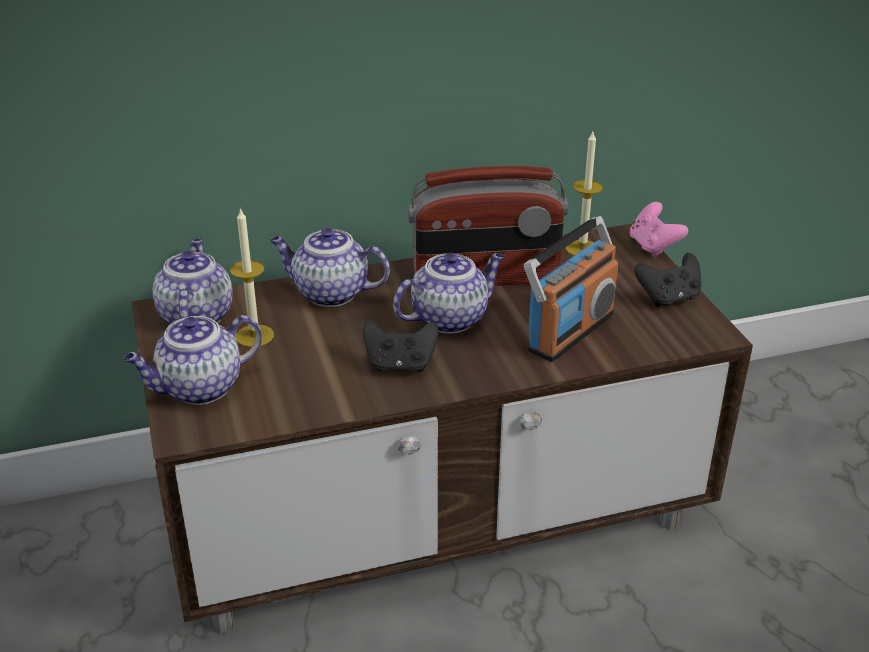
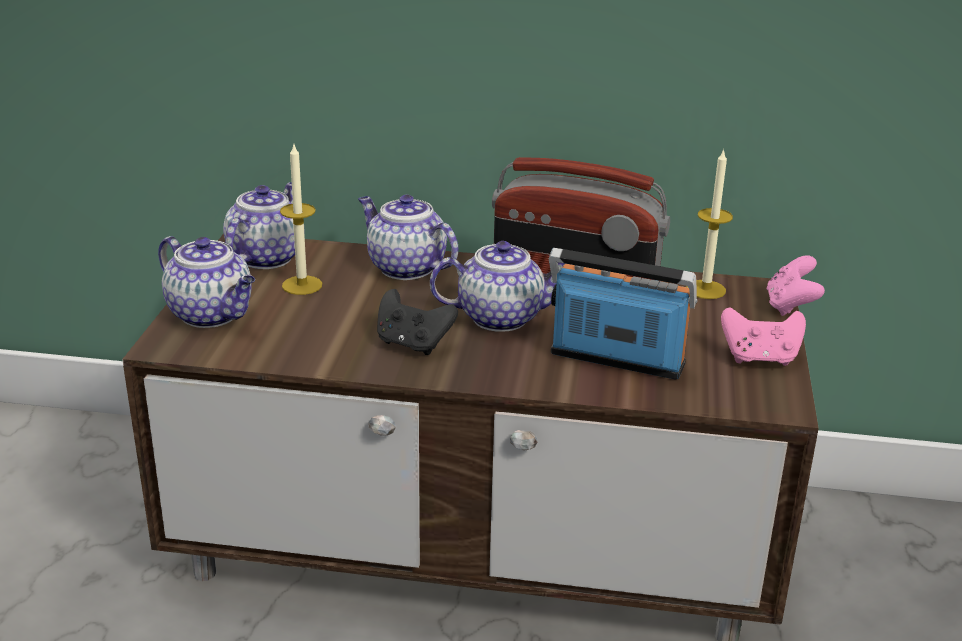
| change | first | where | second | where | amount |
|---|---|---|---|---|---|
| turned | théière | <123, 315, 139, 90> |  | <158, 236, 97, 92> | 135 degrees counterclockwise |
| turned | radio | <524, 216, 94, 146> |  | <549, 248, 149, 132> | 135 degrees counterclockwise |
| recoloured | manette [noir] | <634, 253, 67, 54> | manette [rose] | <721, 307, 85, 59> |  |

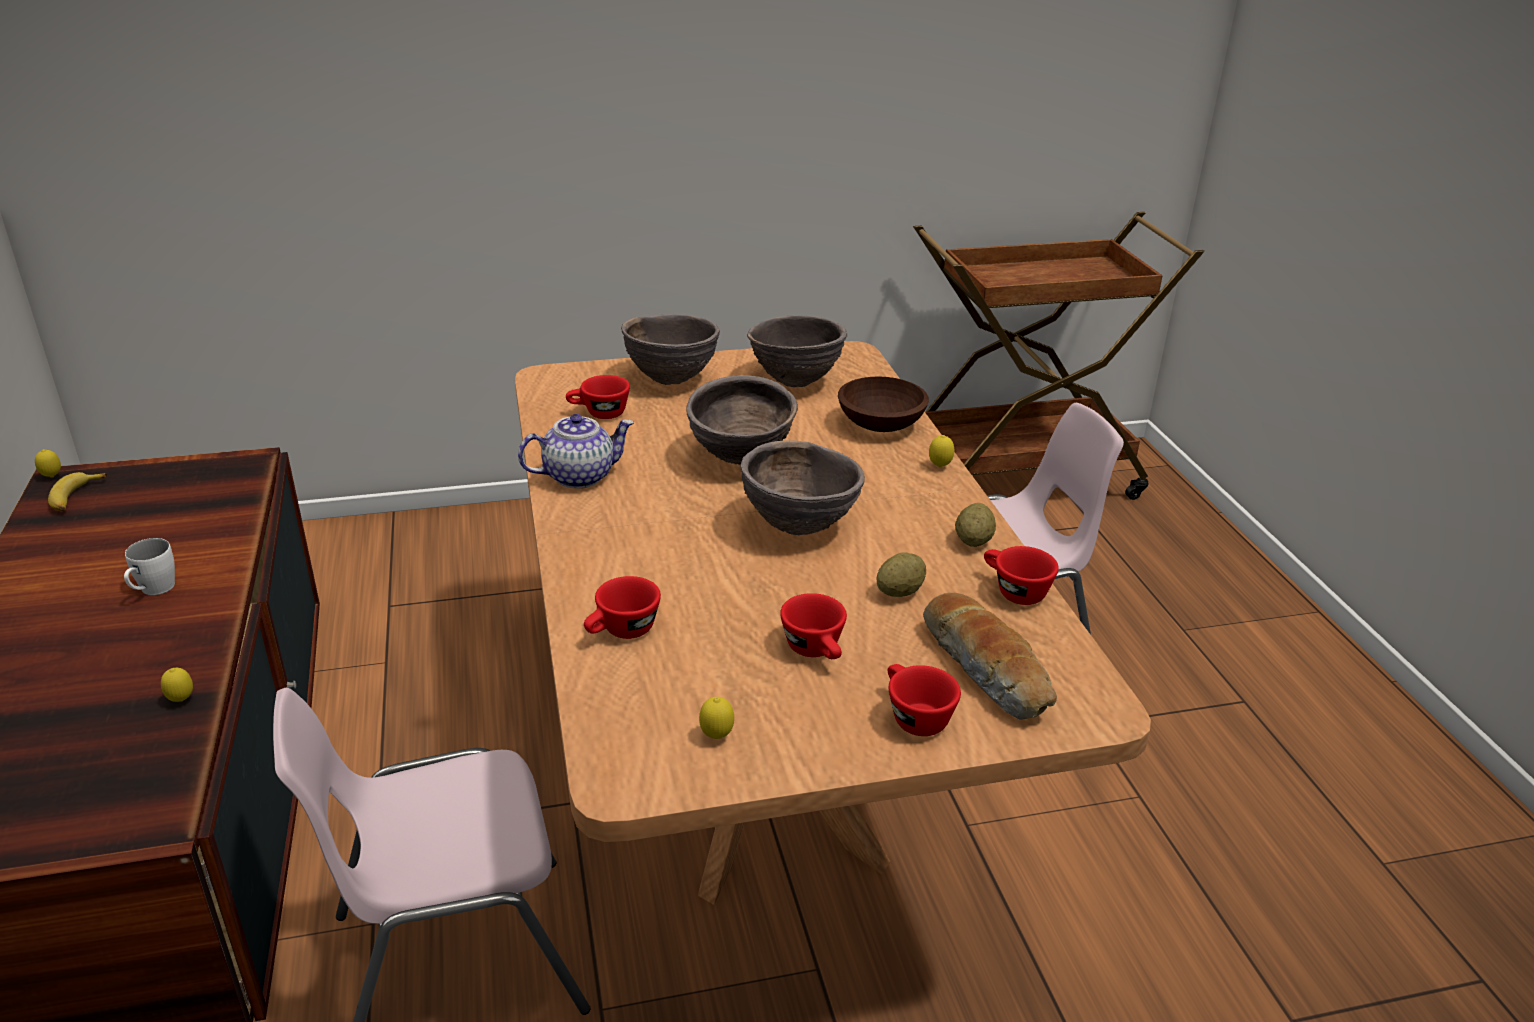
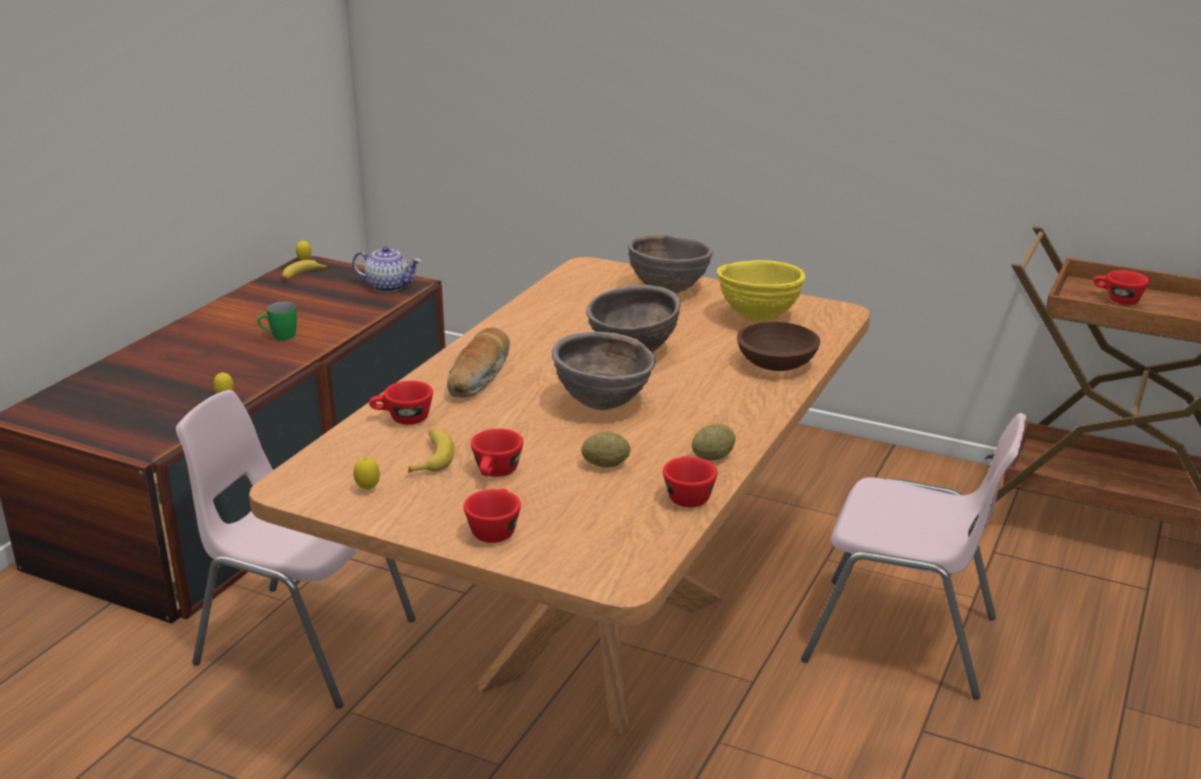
| change | first | where | second | where | amount |
|---|---|---|---|---|---|
| recoloured | mug [blanc] | <124, 538, 51, 57> | mug [vert] | <257, 302, 40, 39> |  |
| moved | théière | <518, 414, 116, 74> |  | <352, 246, 69, 47> |  |
| added |  |  | banane | <408, 429, 47, 44> |  |
| moved | pain | <923, 593, 134, 127> |  | <447, 328, 63, 70> |  |
| recoloured | bol [marron] | <747, 315, 100, 72> | bol [jaune] | <716, 260, 89, 63> |  |
| moved | tasse [rouge] | <566, 375, 64, 44> |  | <1093, 270, 56, 35> |  |
| removed | citron | <929, 435, 25, 33> |  |  |  |

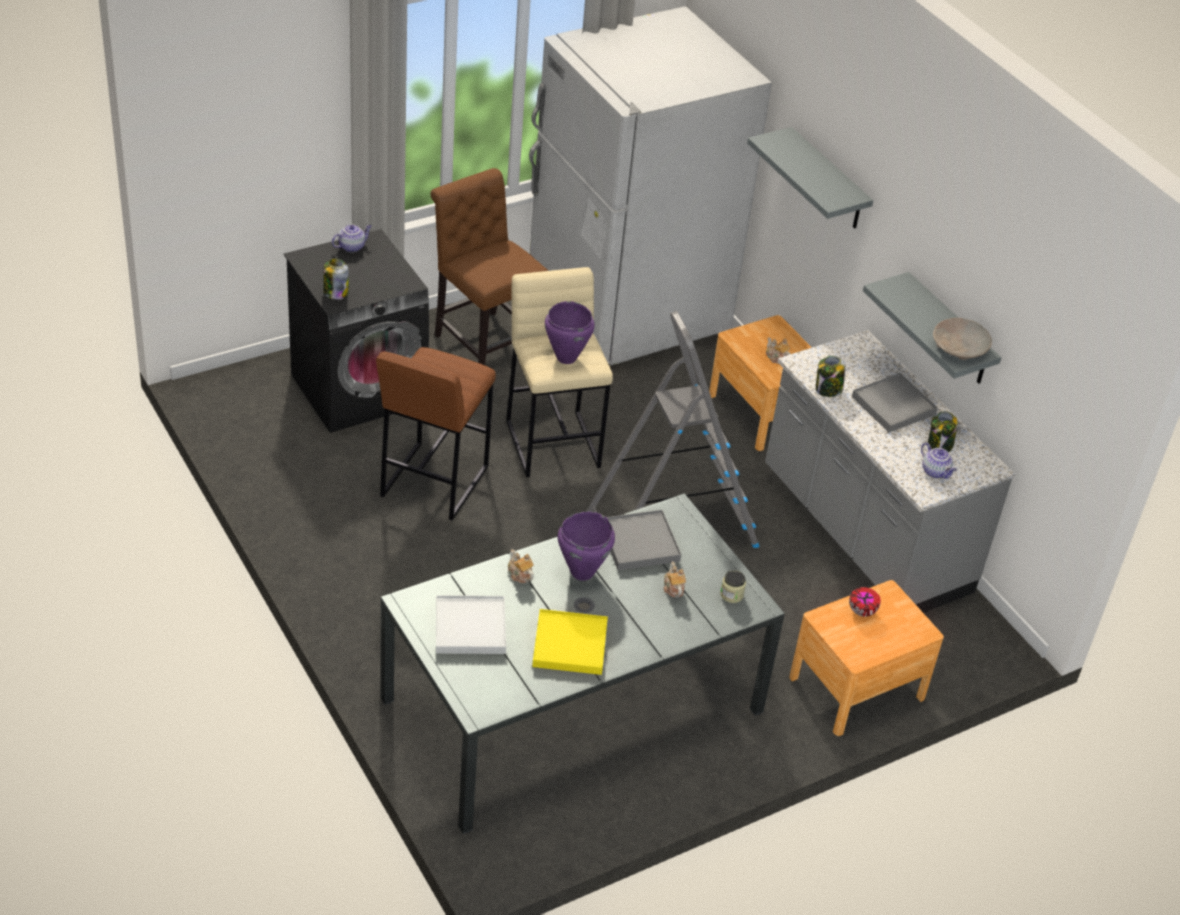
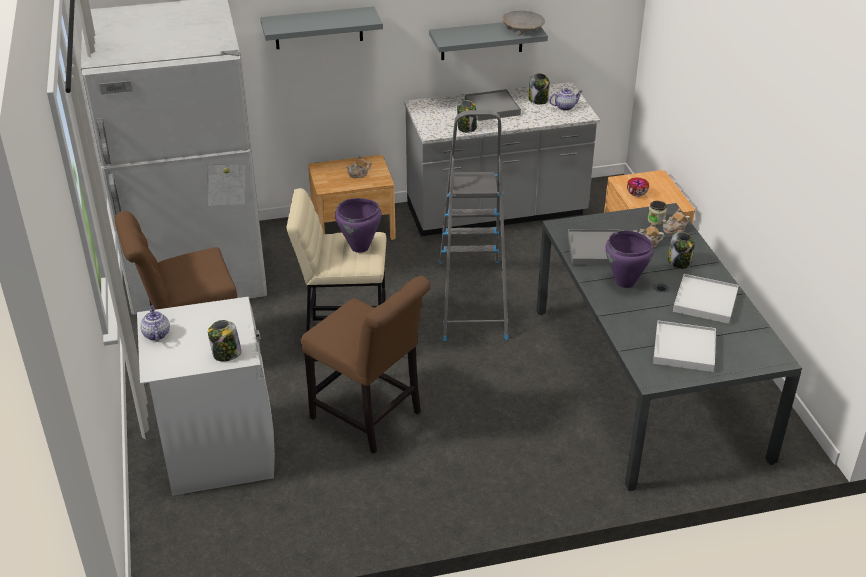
| change | first | where | second | where | amount |
|---|---|---|---|---|---|
| recoloured | lave-linge [noir] | <284, 229, 145, 204> | lave-linge [blanc] | <137, 297, 138, 199> |  |
| replaced | tabouret [marron] | <376, 347, 120, 173> | chaise [marron] | <301, 276, 129, 177> |  |
| moved | théière | <508, 549, 26, 34> |  | <662, 208, 28, 26> |  |
| added |  |  | bocal | <668, 232, 27, 37> |  |
| recoloured | plateau [jaune] | <532, 609, 76, 66> | plateau [blanc] | <673, 274, 66, 50> |  |

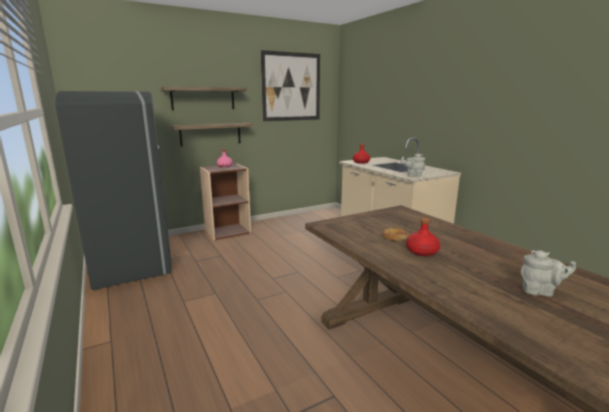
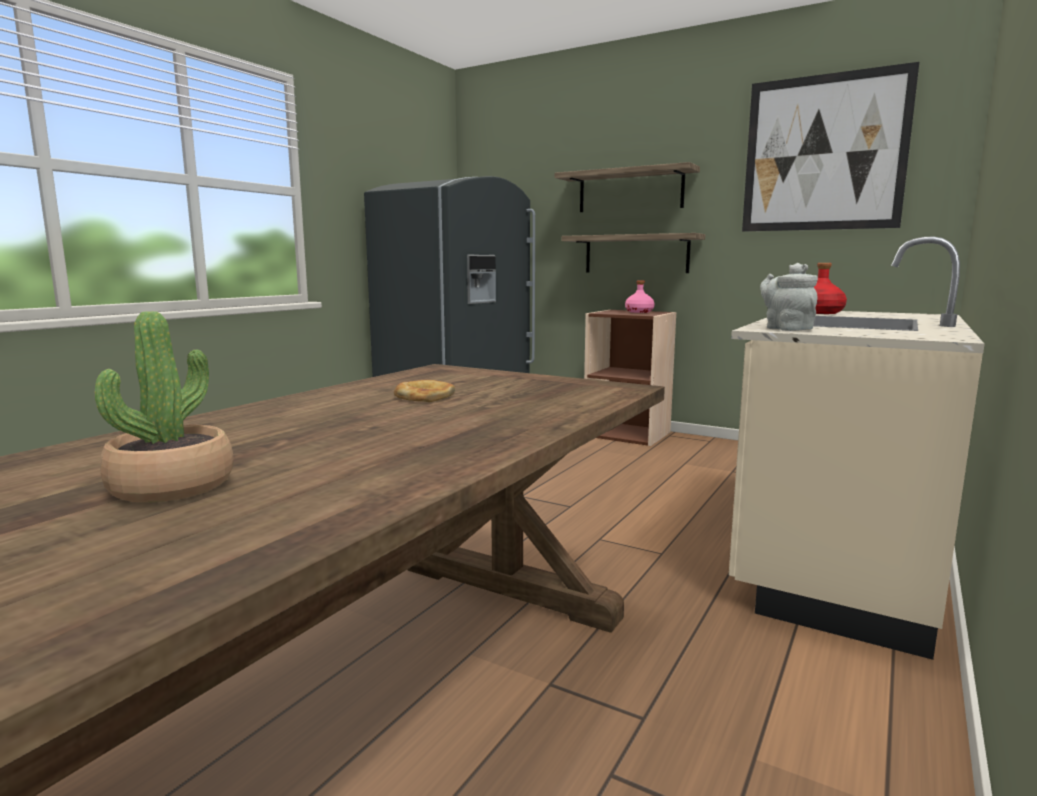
| change | first | where | second | where | amount |
|---|---|---|---|---|---|
| replaced | théière [gris] | <521, 250, 55, 46> | plante en pot | <95, 311, 139, 191> |  |
| removed | bouteille [rouge] | <406, 218, 34, 38> |  |  |  |

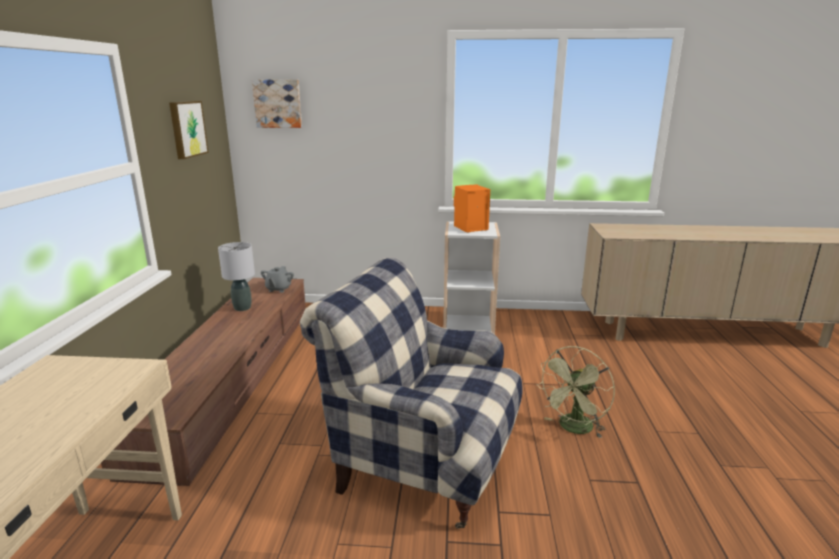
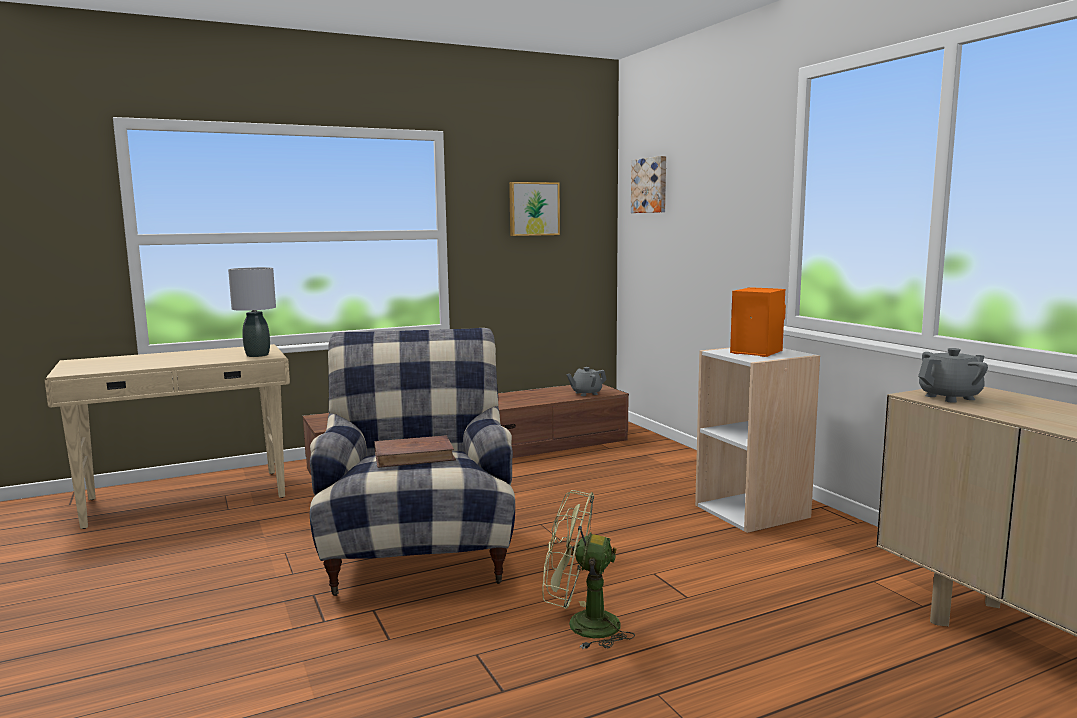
| change | first | where | second | where | amount |
|---|---|---|---|---|---|
| moved | lampe de table [gris] | <218, 242, 37, 69> |  | <228, 267, 48, 90> |  |
| added |  |  | livre [marron] | <374, 435, 82, 33> |  |
| added |  |  | théière [gris] | <918, 348, 70, 55> |  |

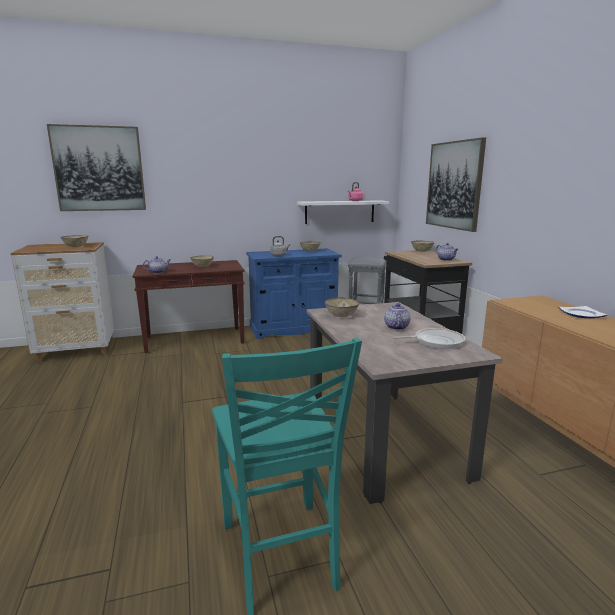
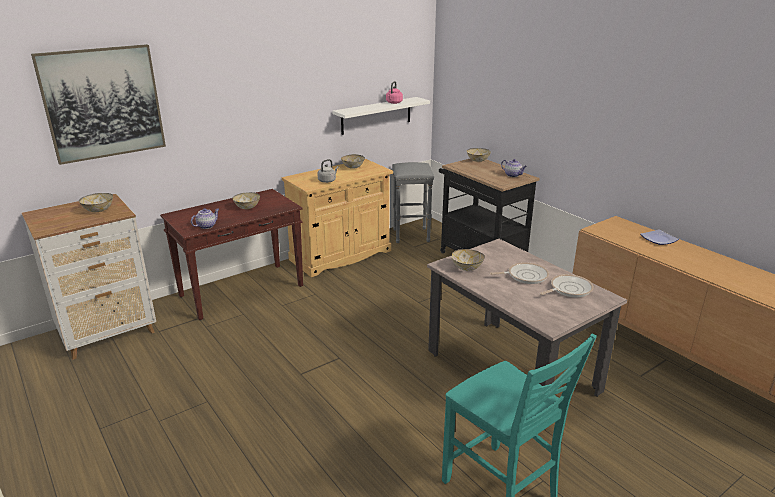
| change | first | where | second | where | amount |
|---|---|---|---|---|---|
| recoloured | meuble de rangement [bleu] | <246, 248, 96, 91> | meuble de rangement [beige] | <282, 159, 111, 118> |  |
| replaced | théière | <384, 303, 27, 27> | poêle | <489, 262, 60, 22> |  |
| removed | tableau | <426, 137, 60, 95> |  |  |  |

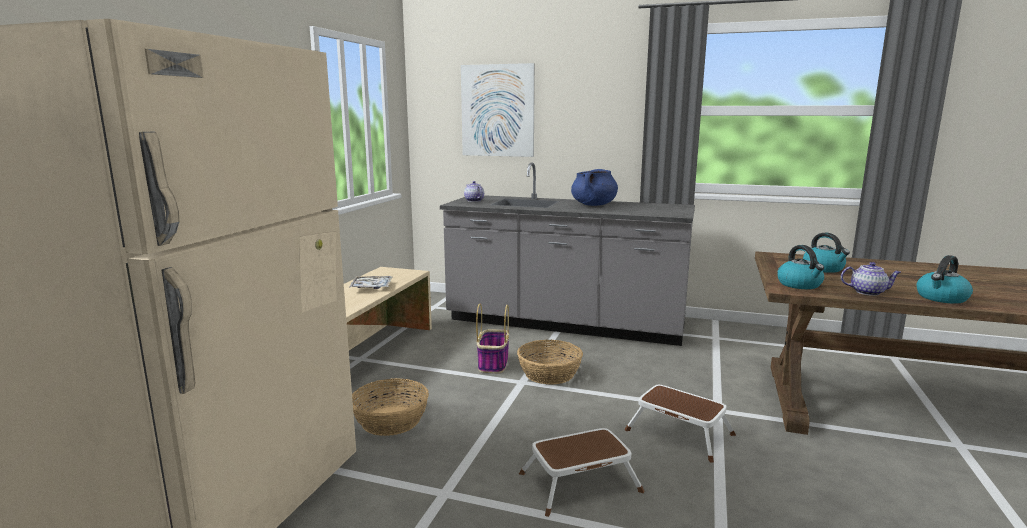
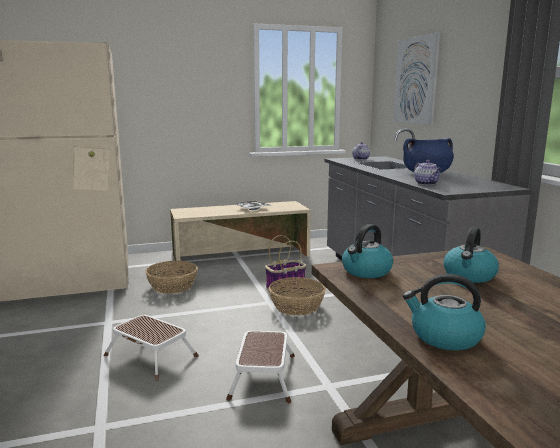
| change | first | where | second | where | amount |
|---|---|---|---|---|---|
| moved | théière | <841, 262, 60, 34> |  | <414, 160, 28, 25> |  |

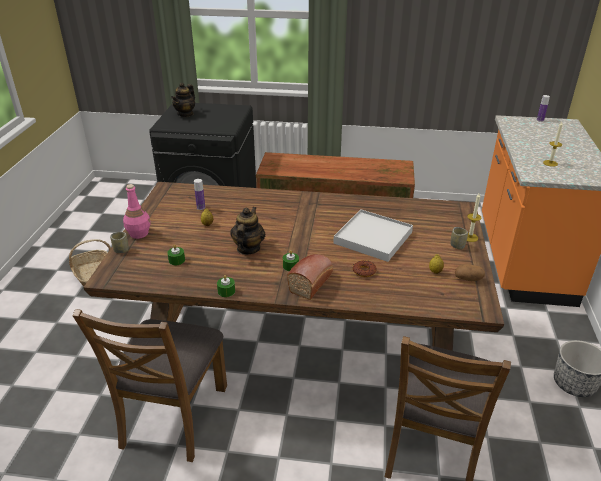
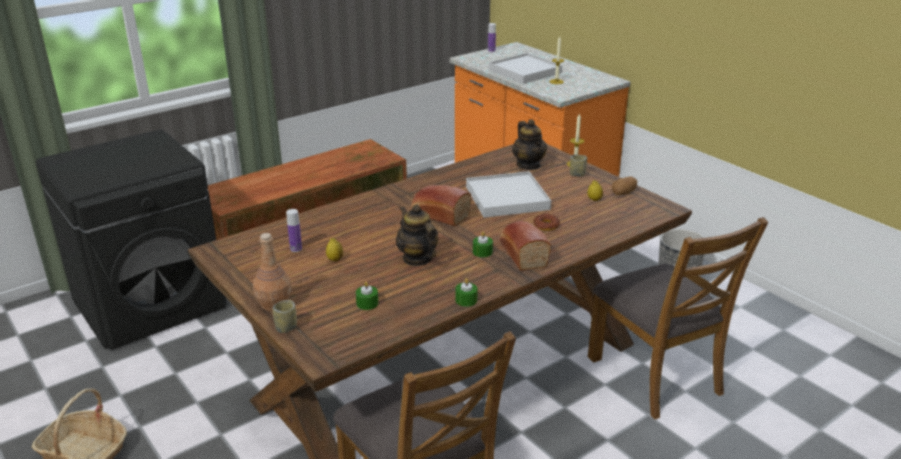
| change | first | where | second | where | amount |
|---|---|---|---|---|---|
| recoloured | bouteille [rose] | <123, 184, 28, 55> | bouteille [marron] | <253, 233, 39, 78> |  |
| added |  |  | pain | <410, 185, 61, 41> |  |
| added |  |  | plateau [blanc] | <489, 53, 73, 31> |  |
| moved | théière | <171, 82, 24, 35> |  | <512, 119, 35, 51> |  |

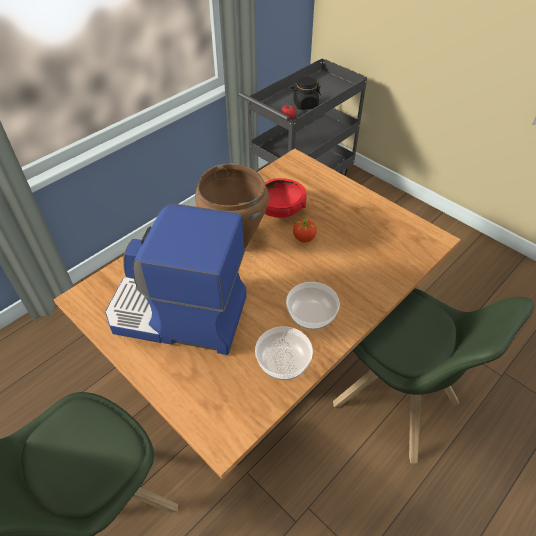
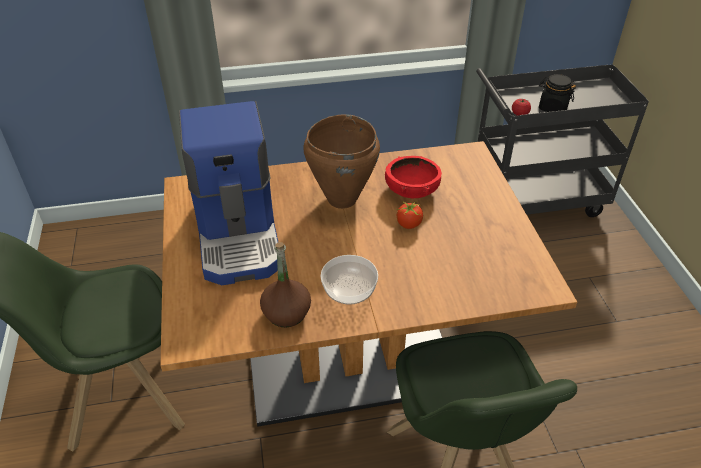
| change | first | where | second | where | amount |
|---|---|---|---|---|---|
| turned | machine à café | <105, 203, 142, 152> |  | <179, 101, 100, 184> | 150 degrees counterclockwise |
| replaced | bol | <255, 326, 58, 54> | bouteille [marron] | <260, 242, 51, 85> |  |

